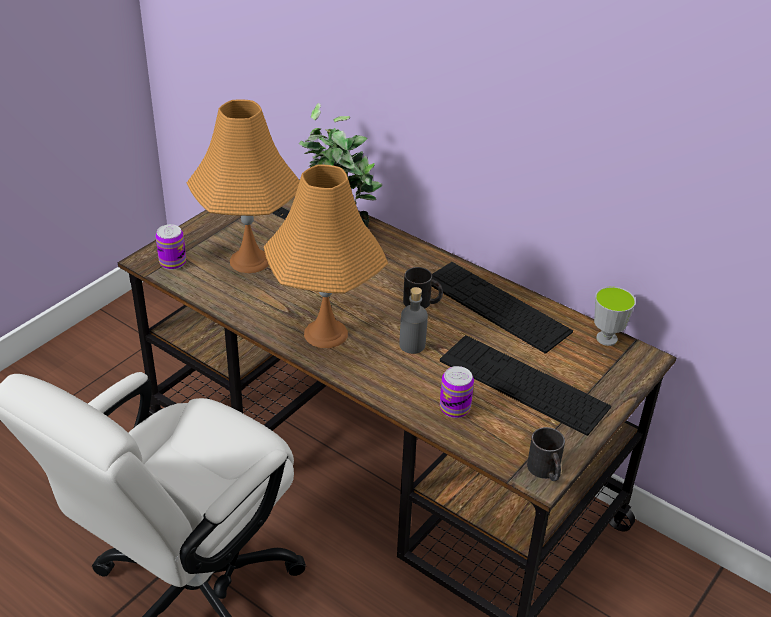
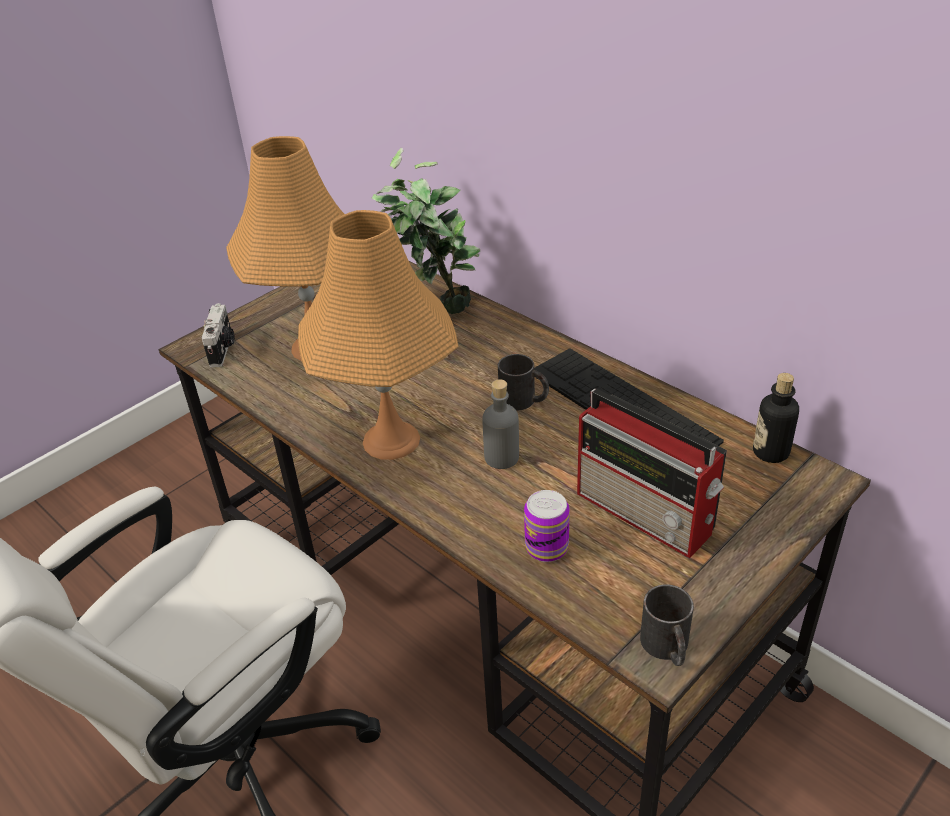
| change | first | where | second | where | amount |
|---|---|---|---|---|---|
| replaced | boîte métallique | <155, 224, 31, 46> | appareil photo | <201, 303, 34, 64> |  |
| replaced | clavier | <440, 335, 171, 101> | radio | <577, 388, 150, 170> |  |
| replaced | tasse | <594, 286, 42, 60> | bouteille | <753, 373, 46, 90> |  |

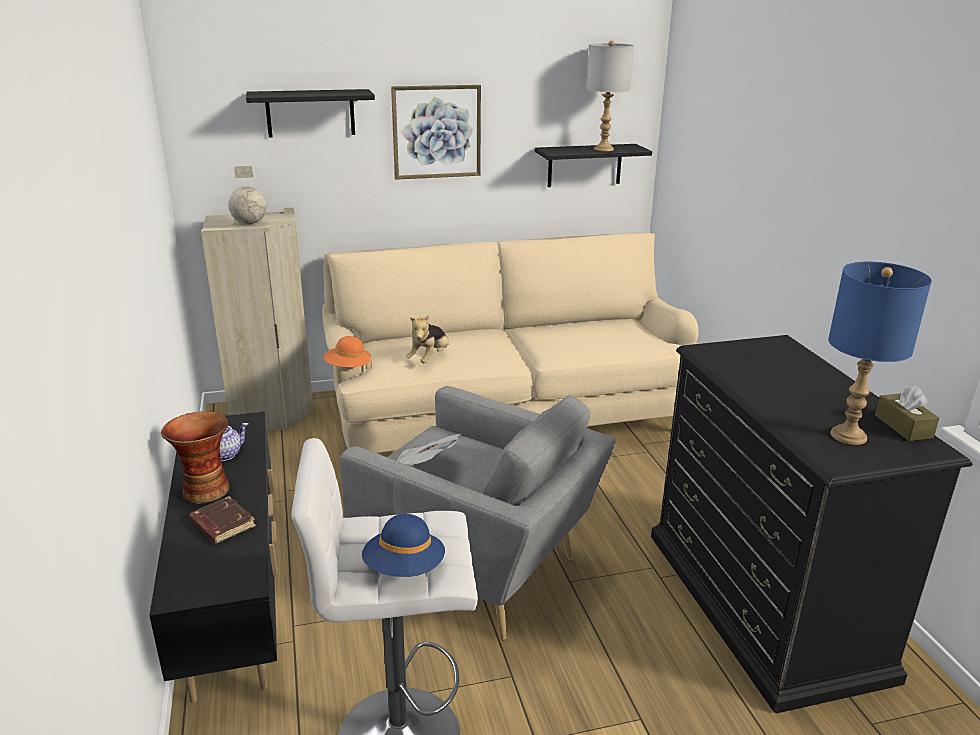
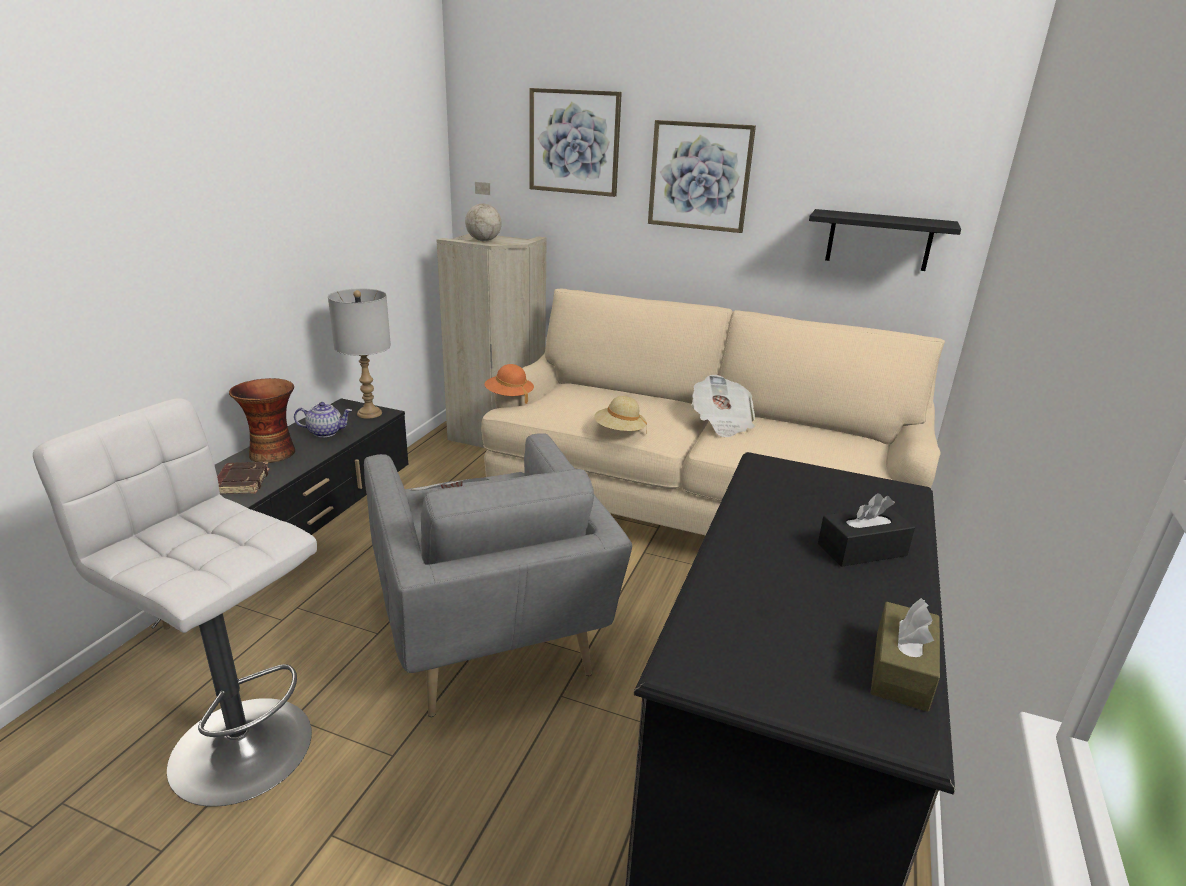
| change | first | where | second | where | amount |
|---|---|---|---|---|---|
| moved | lampe de table [gris] | <586, 40, 48, 111> |  | <328, 288, 63, 131> |  |
| replaced | étagère [noir] | <246, 89, 129, 49> | tableau | <530, 88, 92, 109> |  |
| added |  |  | chapeau [beige] | <594, 396, 53, 36> |  |
| added |  |  | journal | <692, 375, 63, 63> |  |
| added |  |  | boîte à mouchoirs [noir] | <818, 493, 97, 74> |  |
| removed | chapeau [bleu] | <362, 514, 83, 63> |  |  |  |
| removed | peluche | <406, 315, 43, 48> |  |  |  |
| removed | lampe de table [bleu] | <828, 262, 104, 183> |  |  |  |

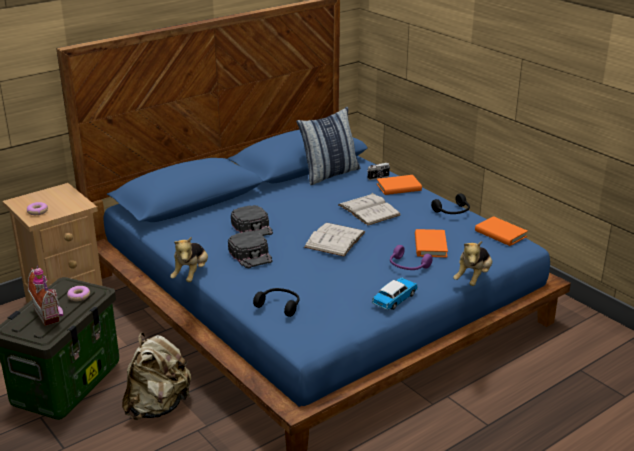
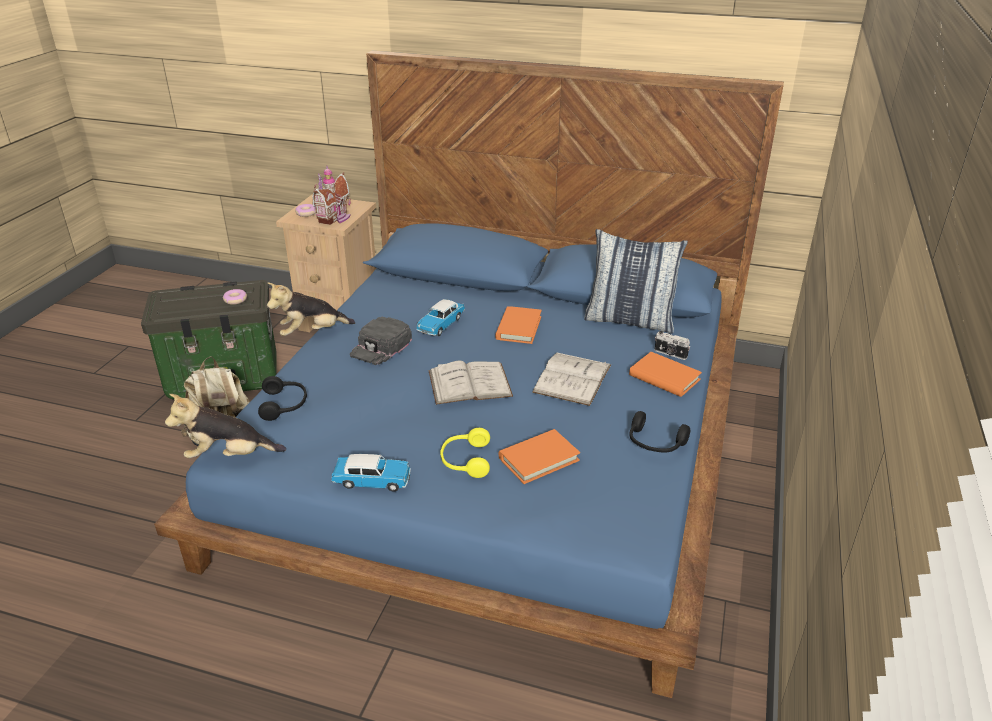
| change | first | where | second | where | amount |
|---|---|---|---|---|---|
| moved | peluche | <453, 241, 39, 45> |  | <165, 394, 121, 64> |  |
| moved | maison miniature | <28, 265, 35, 61> |  | <312, 165, 39, 60> |  |
| replaced | casquette [noir] | <231, 205, 42, 31> | petite voiture | <416, 299, 49, 37> |  |
| recoloured | casque audio [violet] | <390, 245, 43, 25> | casque audio [jaune] | <440, 428, 50, 50> |  |
| moved | livre [orange] | <475, 216, 53, 30> |  | <495, 306, 47, 38> |  |

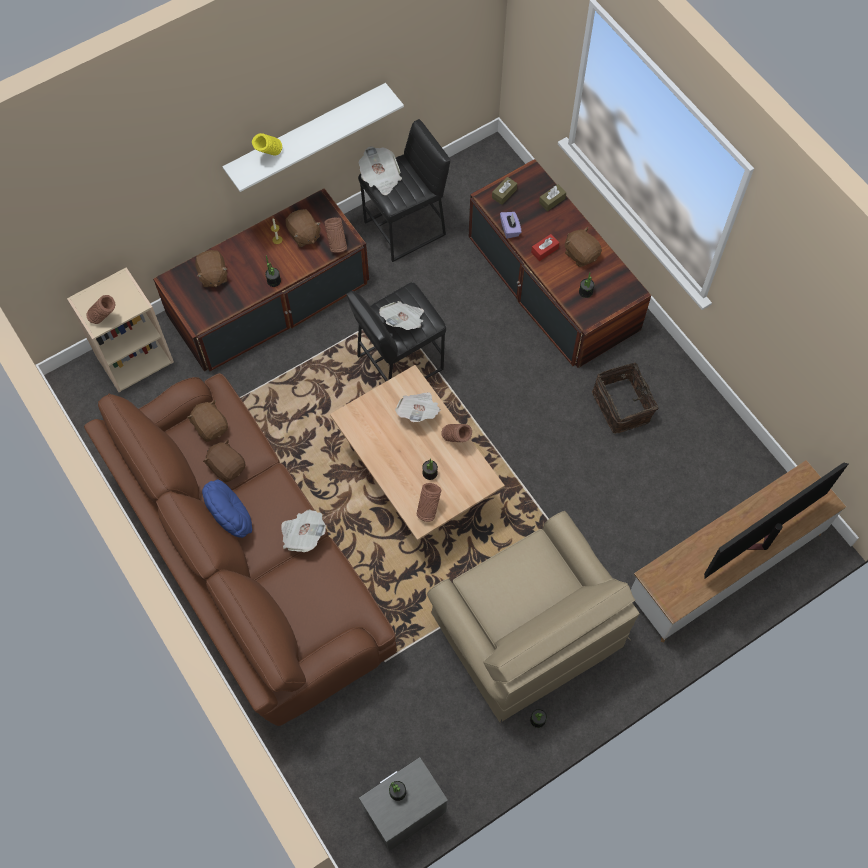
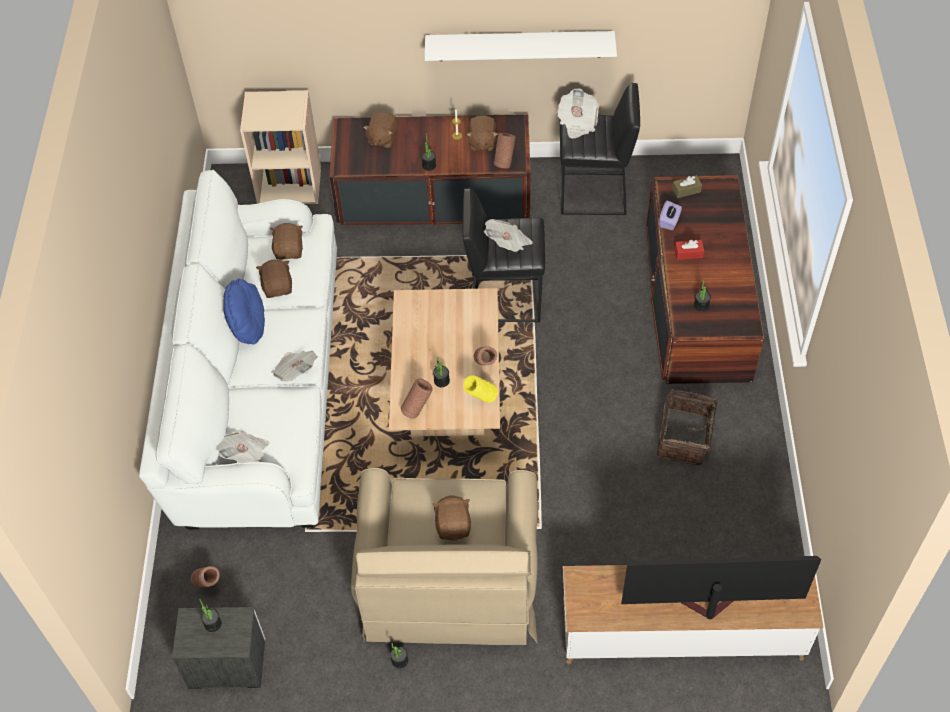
| change | first | where | second | where | amount |
|---|---|---|---|---|---|
| recoloured | canapé [marron] | <84, 373, 313, 353> | canapé [blanc] | <139, 170, 198, 360> |  |
| moved | vase [marron] | <87, 295, 28, 29> |  | <191, 566, 29, 22> |  |
| moved | journal | <395, 392, 46, 30> |  | <216, 431, 53, 33> |  |
| moved | peluche [marron] | <565, 227, 37, 40> |  | <432, 495, 39, 46> |  |
| moved | vase [jaune] | <252, 133, 30, 23> |  | <463, 375, 35, 28> |  |
| removed | boîte à mouchoirs [marron] | <539, 184, 27, 27> |  |  |  |

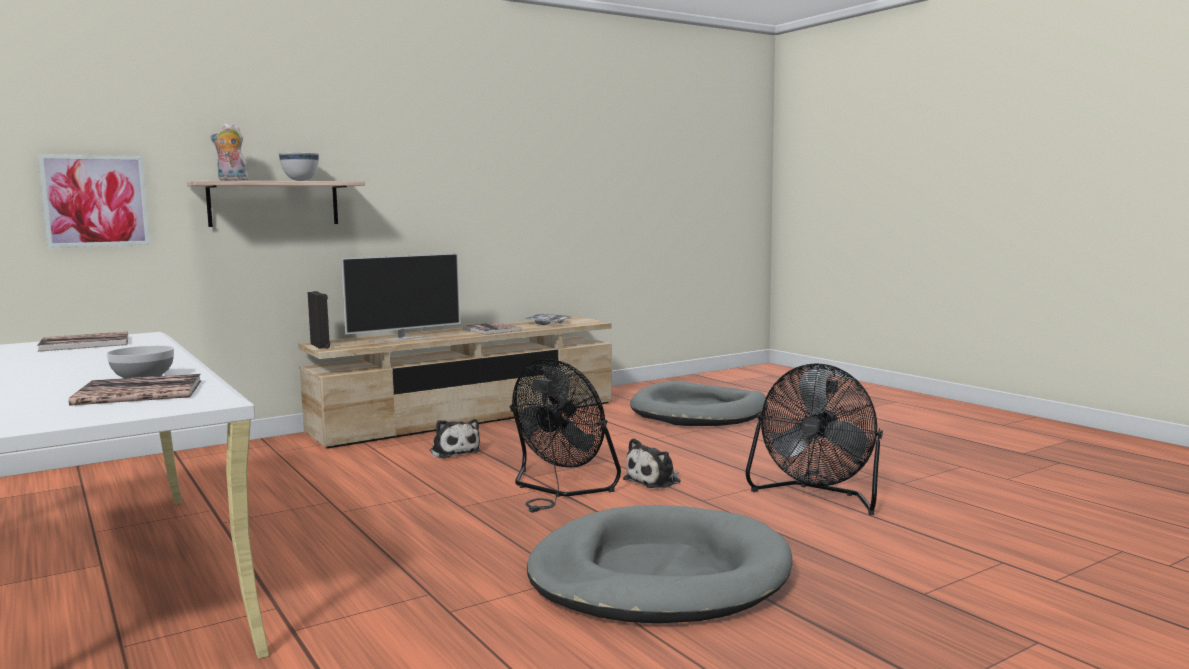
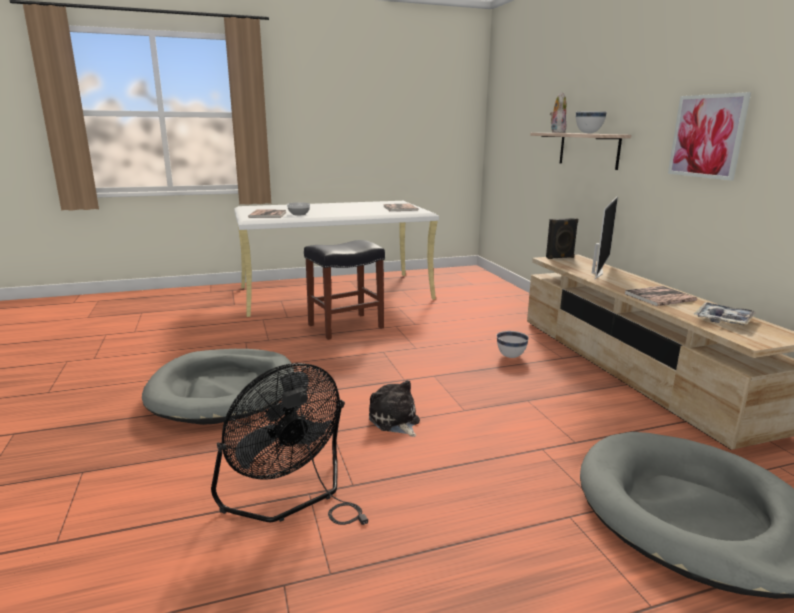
| change | first | where | second | where | amount |
|---|---|---|---|---|---|
| added |  |  | tabouret [noir] | <304, 240, 81, 100> |  |
| replaced | peluche | <430, 419, 50, 40> | bol [blanc] | <497, 331, 32, 27> |  |
| turned | téléviseur | <341, 253, 119, 89> |  | <592, 197, 26, 83> | 135 degrees counterclockwise |
| moved | tableau | <38, 154, 112, 94> |  | <668, 92, 83, 89> |  |
| removed | ventilateur [noir] | <509, 359, 112, 154> |  |  |  |

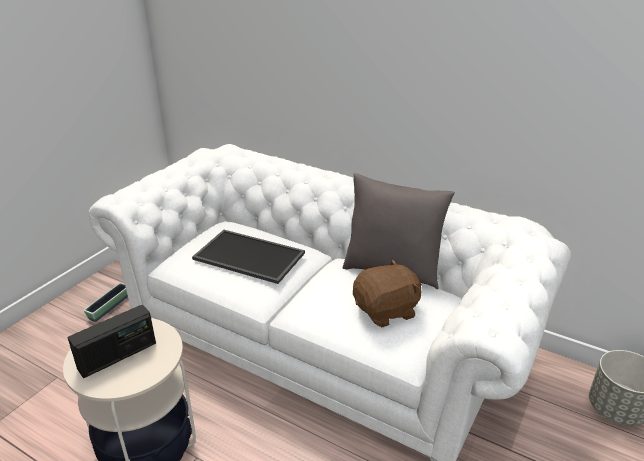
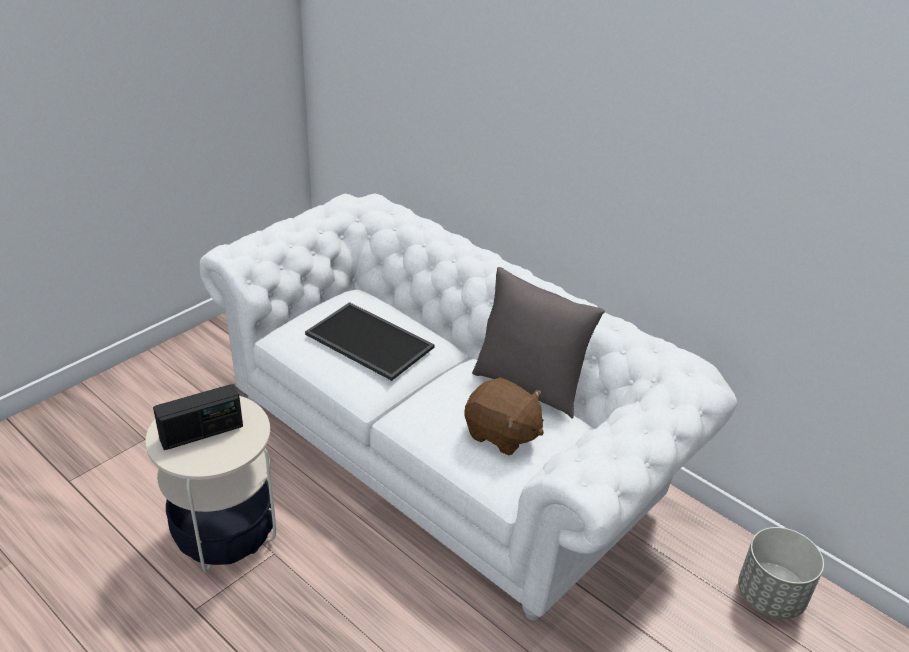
| change | first | where | second | where | amount |
|---|---|---|---|---|---|
| turned | peluche [marron] | <353, 259, 69, 68> |  | <465, 378, 79, 78> | 45 degrees clockwise |
| removed | cache-pot | <84, 283, 44, 39> |  |  |  |

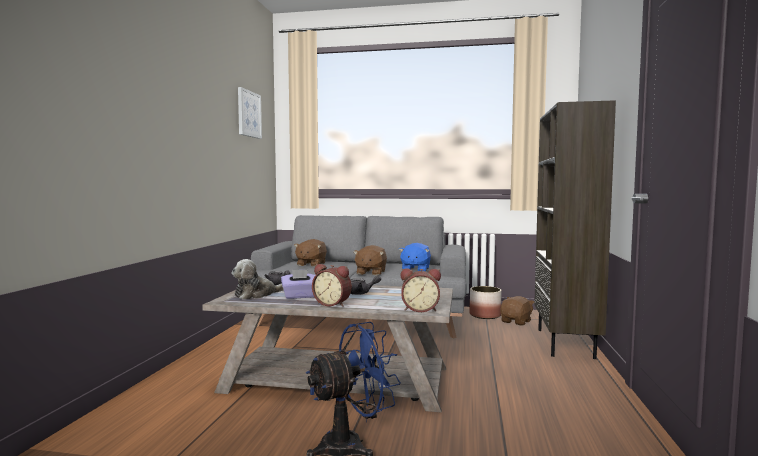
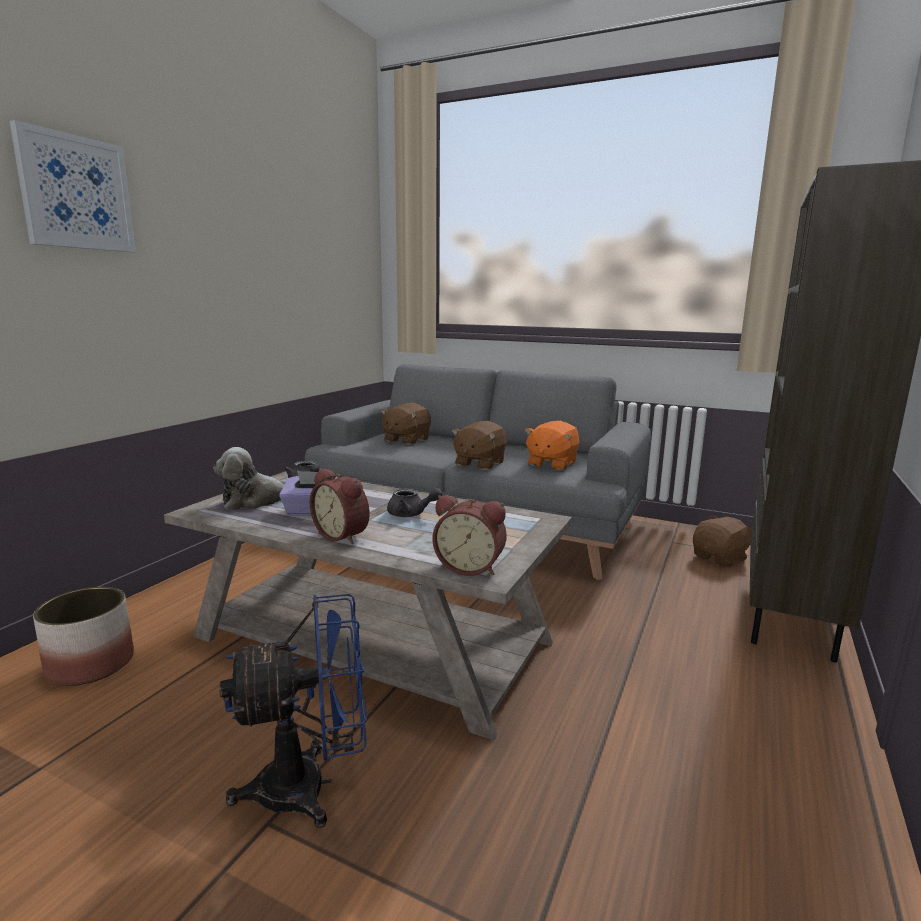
| change | first | where | second | where | amount |
|---|---|---|---|---|---|
| moved | tableau | <238, 87, 24, 52> |  | <9, 120, 127, 132> |  |
| moved | cache-pot | <469, 286, 32, 33> |  | <33, 587, 101, 99> |  |
| recoloured | peluche [bleu] | <399, 243, 32, 29> | peluche [orange] | <524, 421, 56, 49> |  |

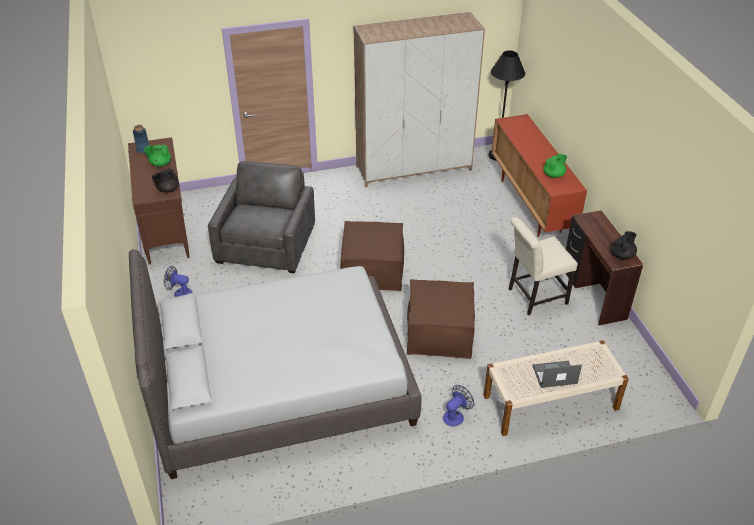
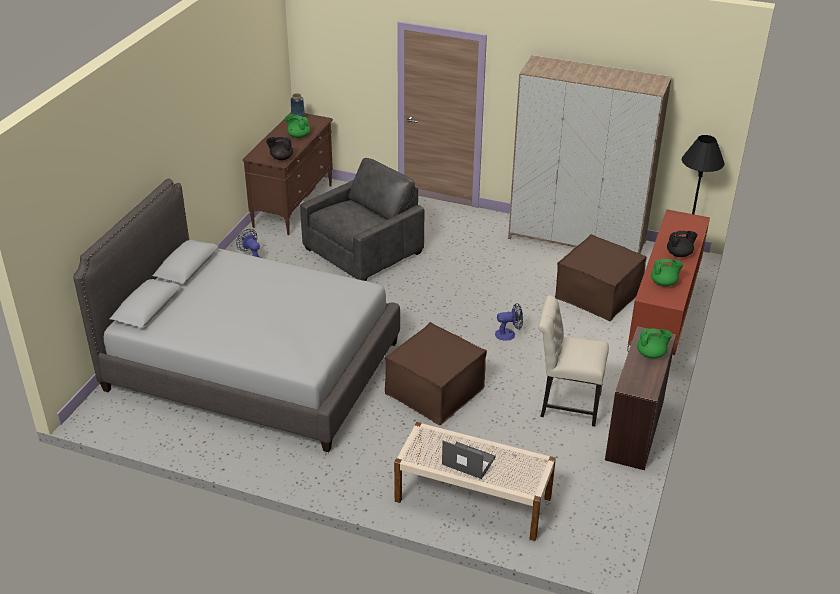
| change | first | where | second | where | amount |
|---|---|---|---|---|---|
| moved | ventilateur | <443, 385, 31, 42> |  | <495, 303, 28, 38> |  |
| moved | pouf [marron] | <340, 221, 64, 70> |  | <555, 234, 92, 88> |  |
| added |  |  | théière [vert] | <637, 329, 35, 29> |  |
| moved | théière [noir] | <611, 231, 26, 28> |  | <667, 231, 31, 26> |  |

